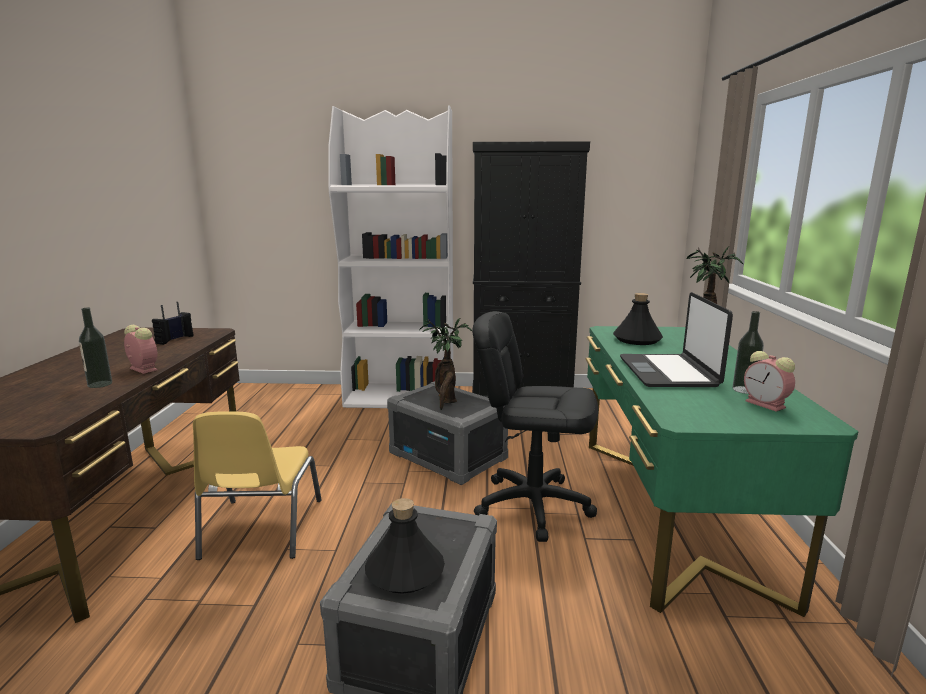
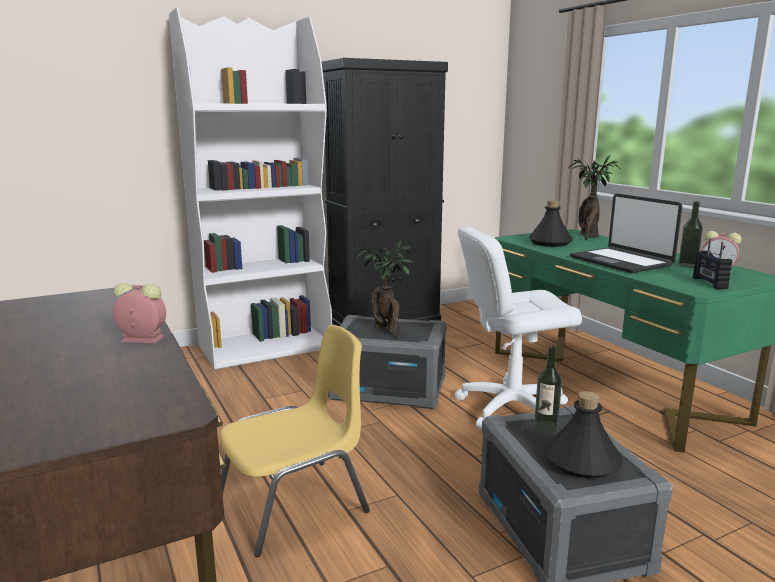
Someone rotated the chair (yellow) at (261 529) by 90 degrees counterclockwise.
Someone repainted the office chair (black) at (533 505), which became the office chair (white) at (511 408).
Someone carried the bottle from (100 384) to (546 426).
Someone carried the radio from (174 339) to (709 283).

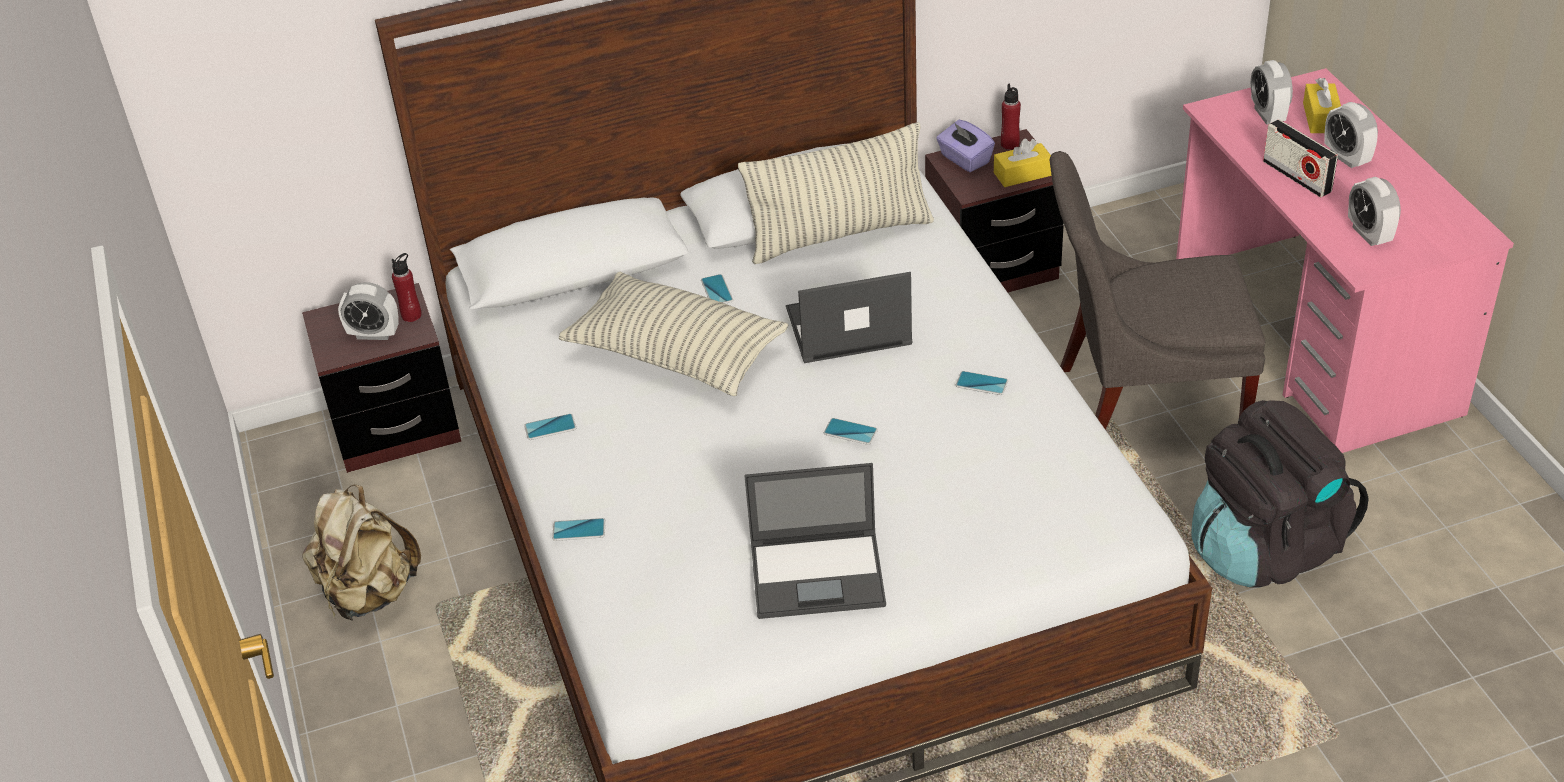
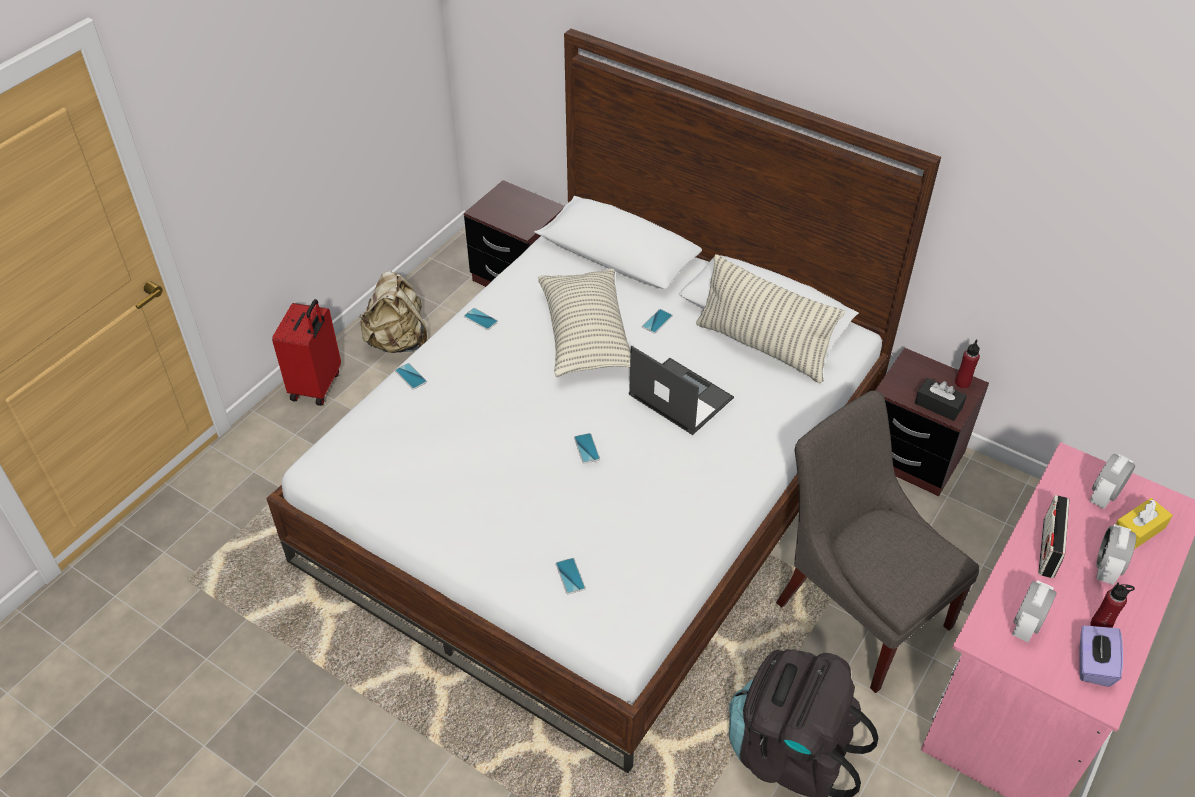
Someone put down the suitcase (red) at (317 386).
Someone carried the phone from (981 384) to (570 576).
Someone repainted the tissue box (yellow) at (1022 174), which became the tissue box (black) at (938 405).
Someone carried the tissue box (purple) from (964 159) to (1093 664).
Someone carried the bottle (red) from (411 315) to (1100 626).
Someone took away the alarm clock at (374 334).
Someone took away the laptop at (819 574).

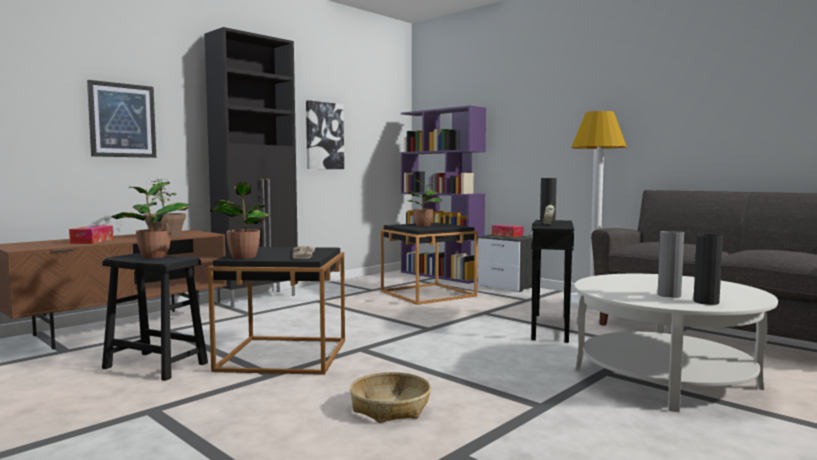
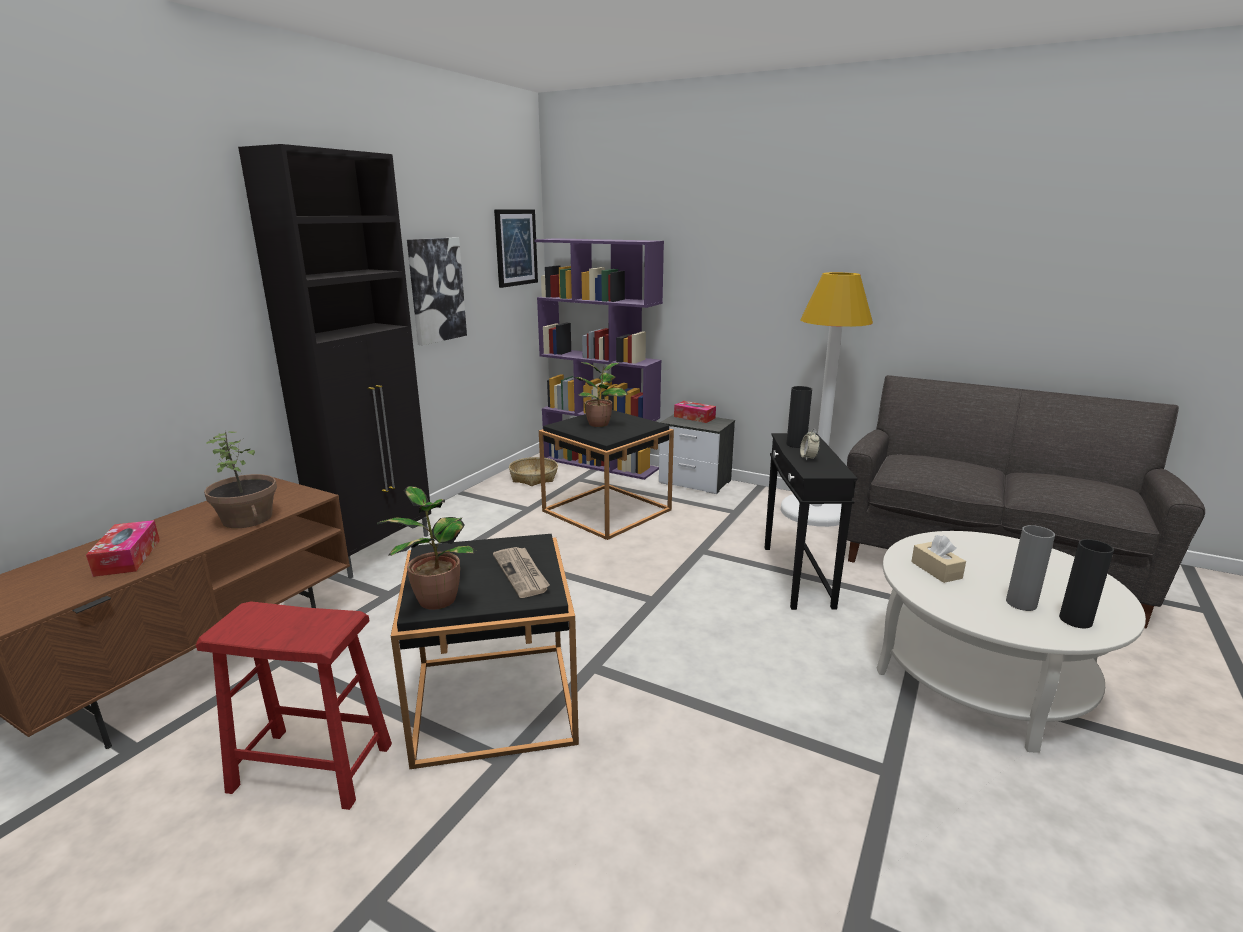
Someone repainted the stool (black) at (155 366), which became the stool (red) at (311 768).
Someone carried the picture from (122 120) to (515 247).
Someone carried the basket from (390 407) to (534 477).
Someone put down the tissue box (beige) at (936 570).
Someone took away the potted plant at (153 256).

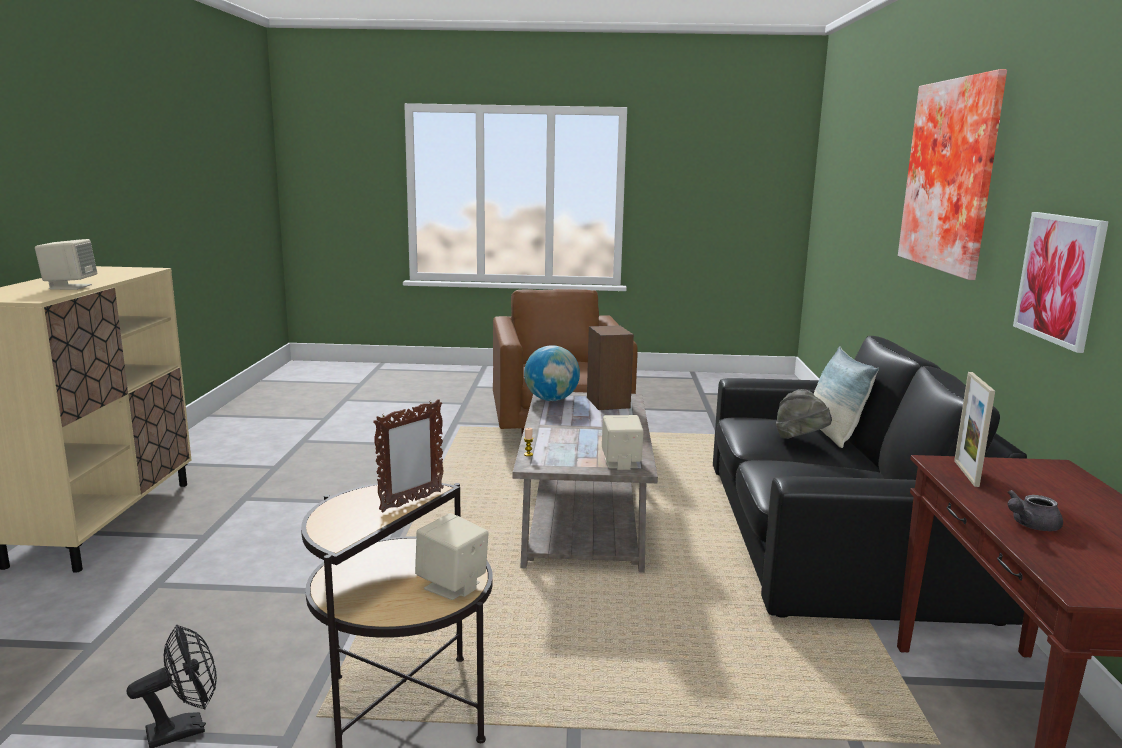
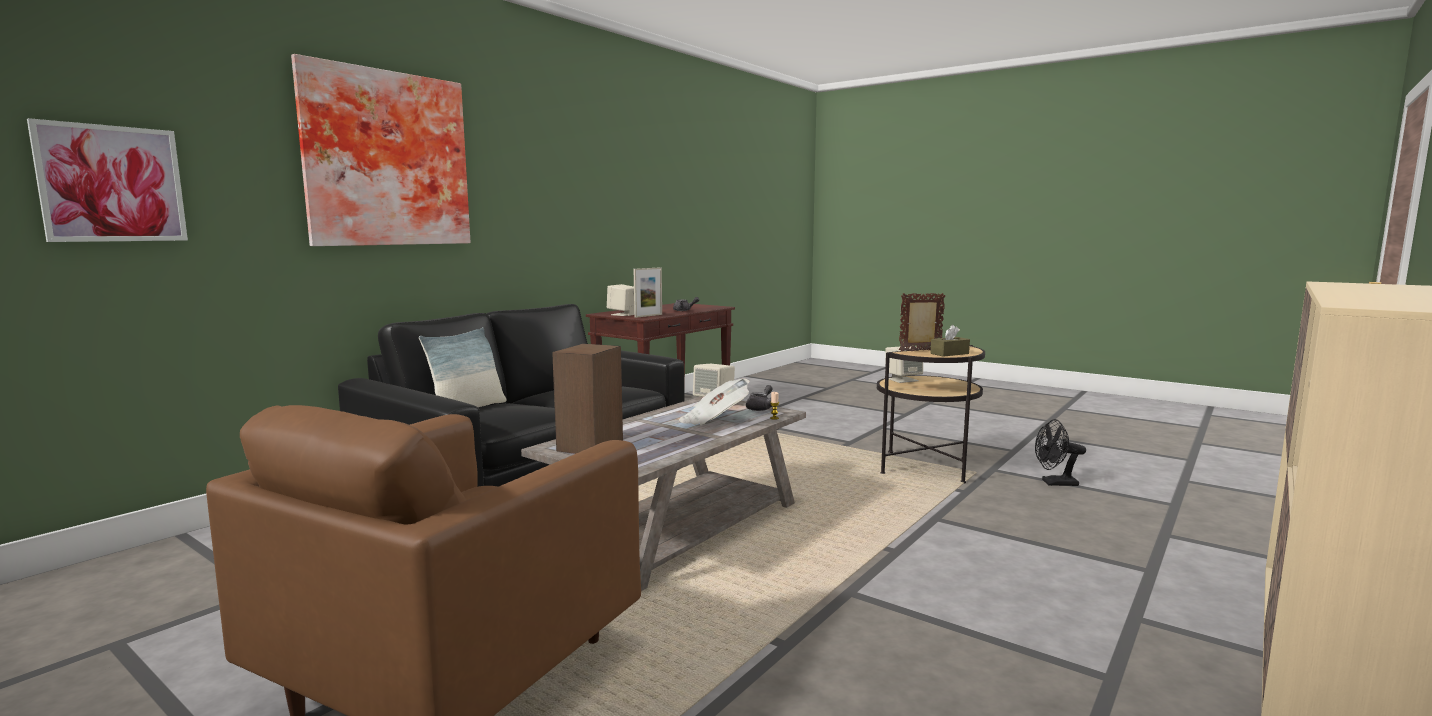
Someone carried the picture from (1059 278) to (112 184).
Someone carried the speaker (beige) from (70 287) to (623 314).
Someone put down the newspaper at (714 420).
Someone put down the teapot (grey) at (761 408).
Someone put down the tissue box (brown) at (949 353).
Someone took away the globe at (551 399).
Someone took away the hat (grey) at (800 440).

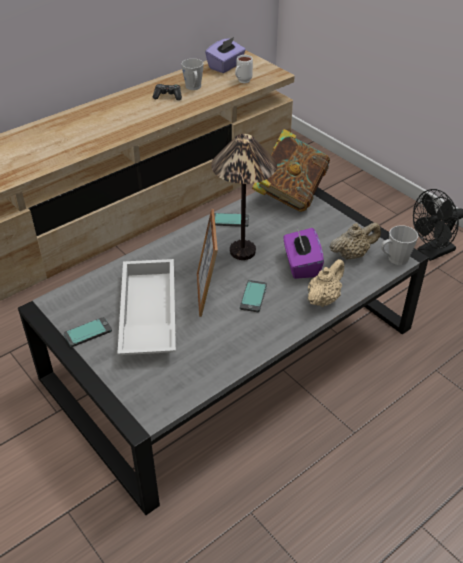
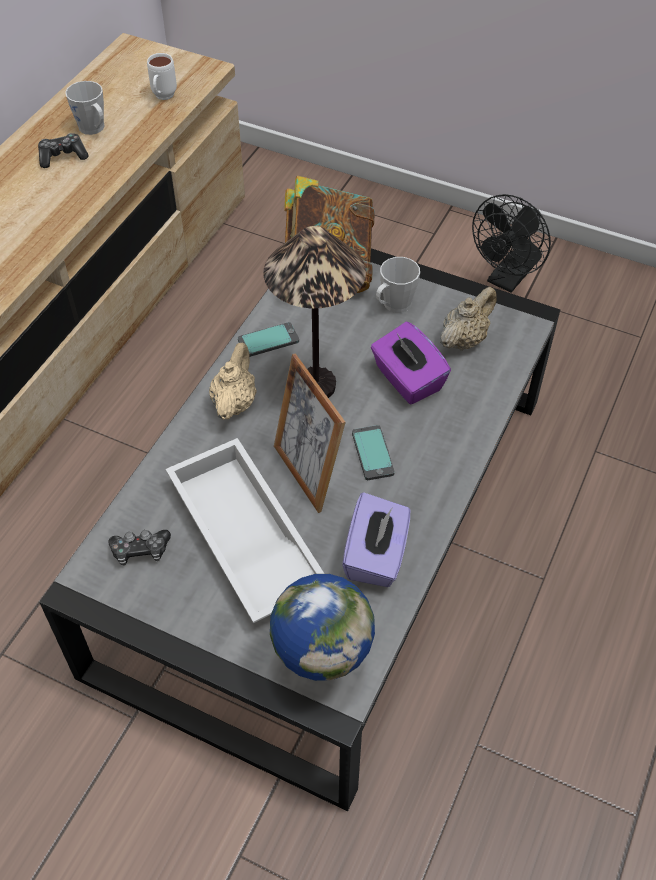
Someone put down the game controller at (140 551).
Someone carried the teapot (beige) from (323 299) to (234 402).
Someone put down the globe at (322 668).
Someone carried the tissue box (purple) from (226 66) to (376 556).
Someone carried the mug (grey) from (394 259) to (393 306).
Someone took away the phone at (88 332).

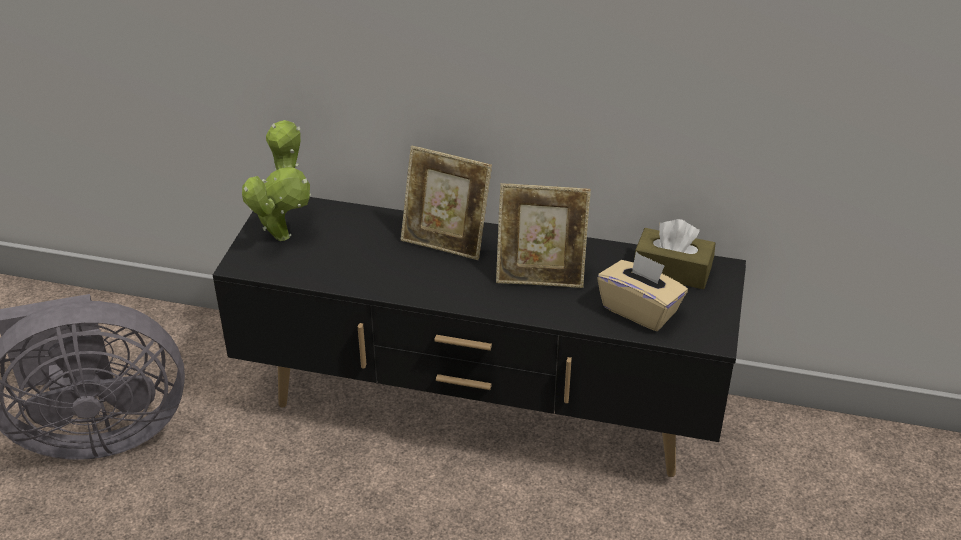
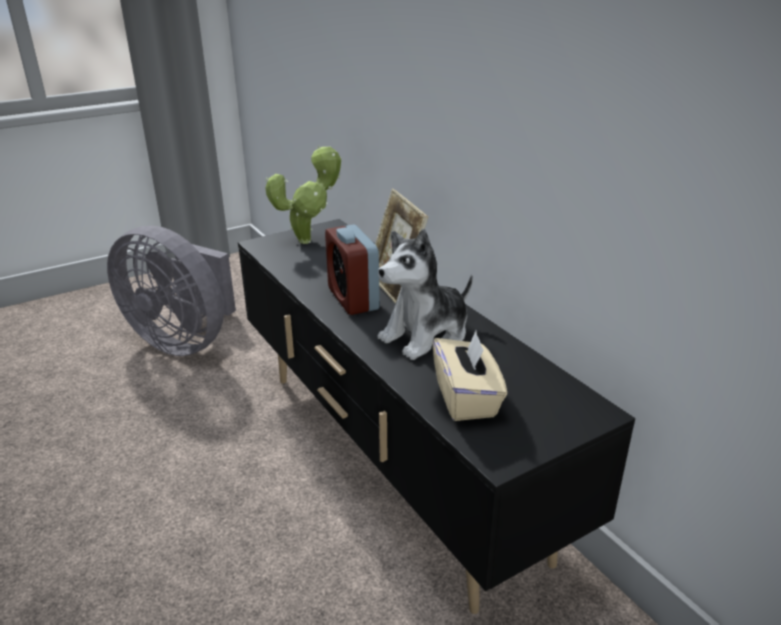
Someone put down the alarm clock at (353 299).
Someone swapped the picture frame at (540 275) for the plush toy at (426 335).
Someone took away the tissue box (brown) at (672 270).

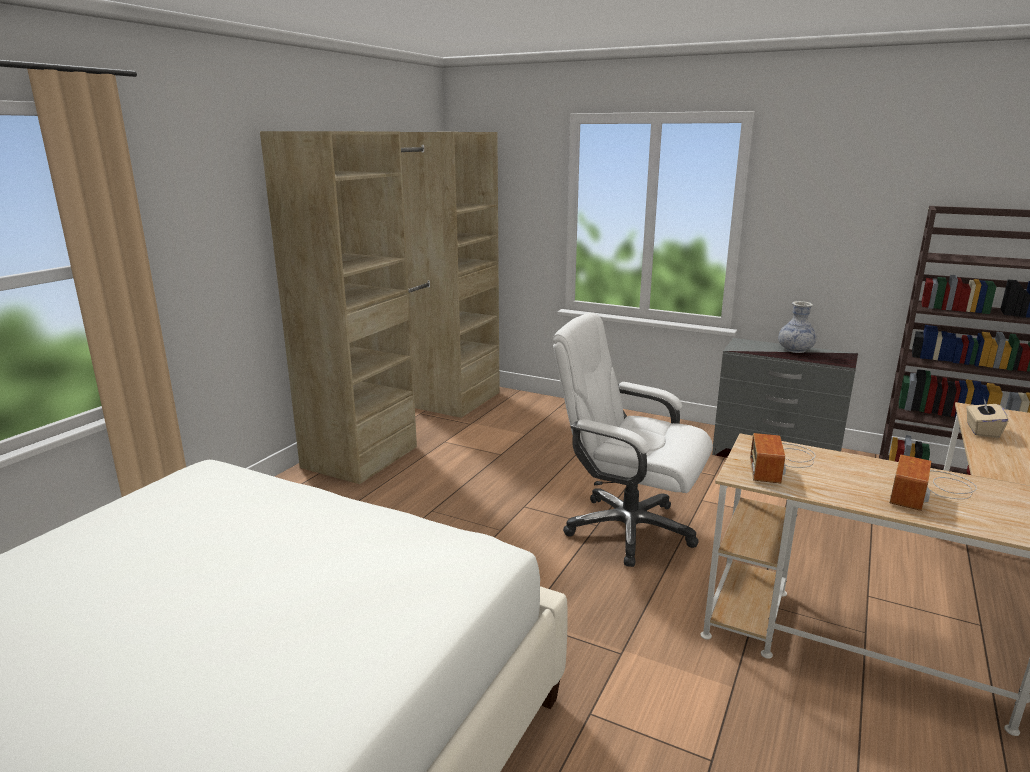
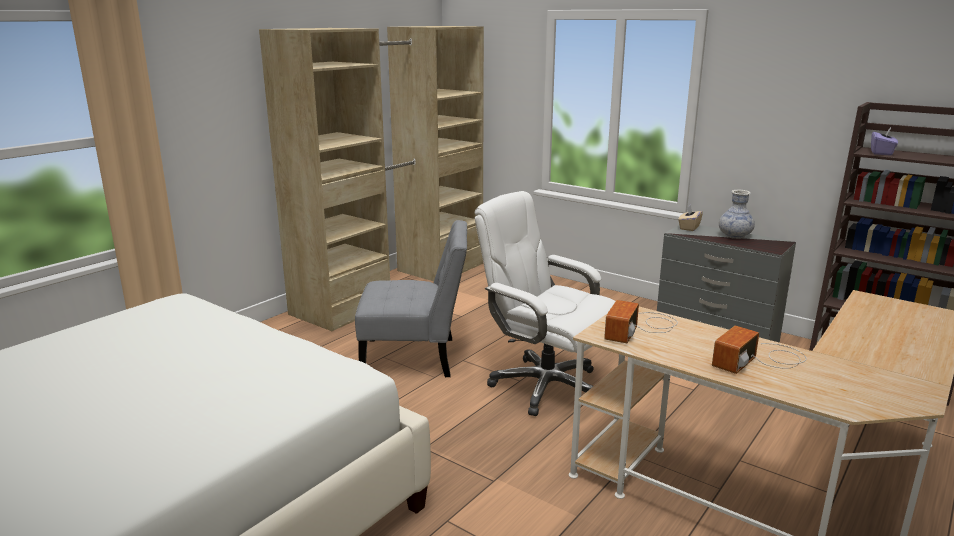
Someone put down the chair (grey) at (415 358).
Someone carried the tissue box (beige) from (981 430) to (689 227).
Someone put down the tissue box (purple) at (881 153).

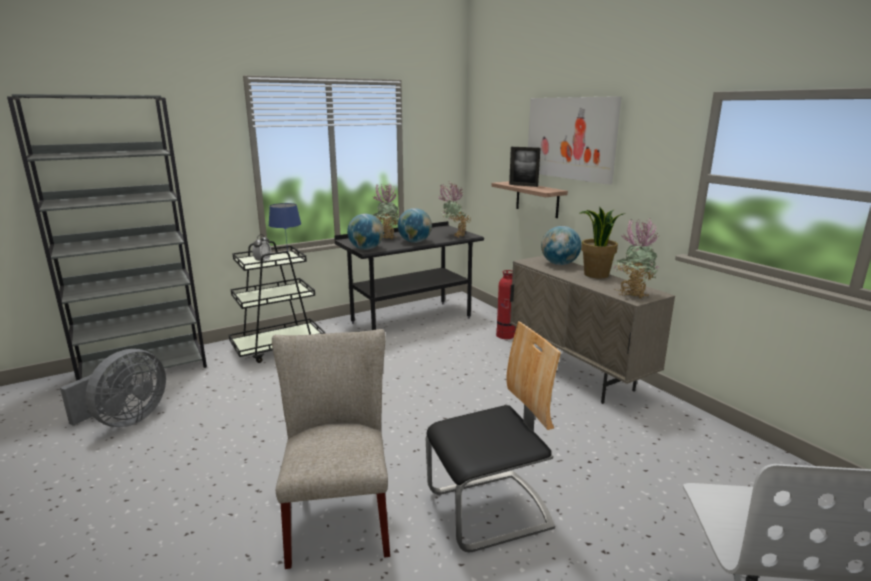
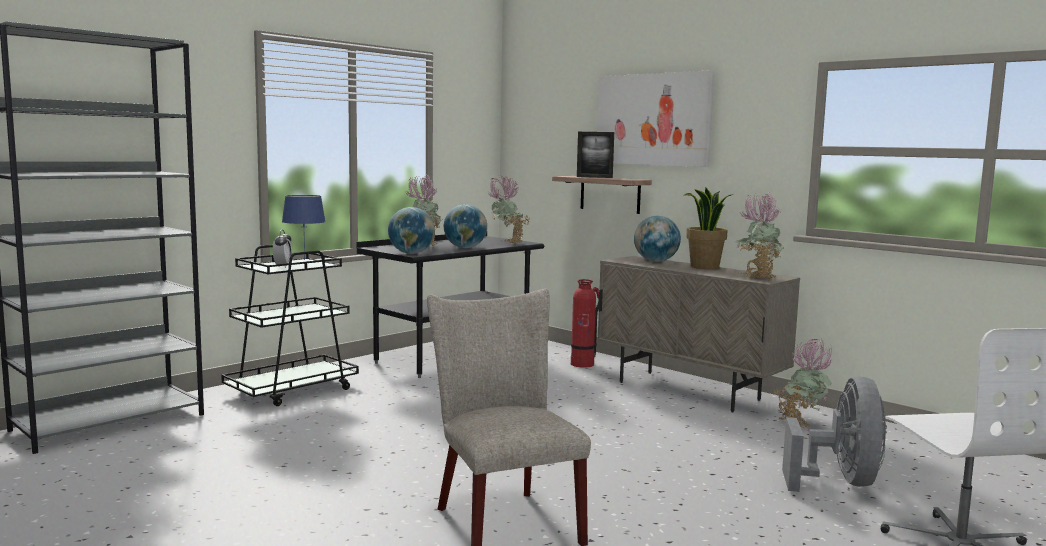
Someone put down the potted plant at (800 424).
Someone carried the fan (grey) from (125 420) to (840 482).
Someone took away the chair at (489 510).

